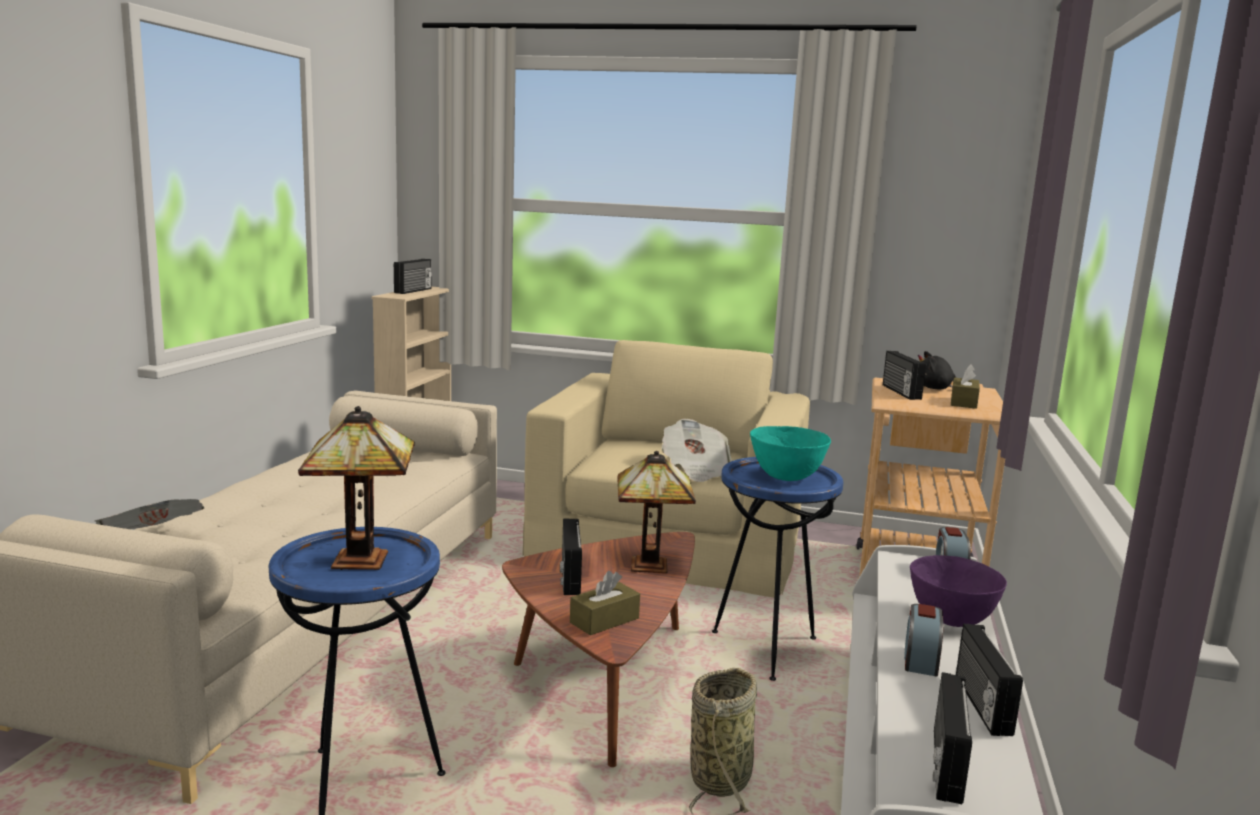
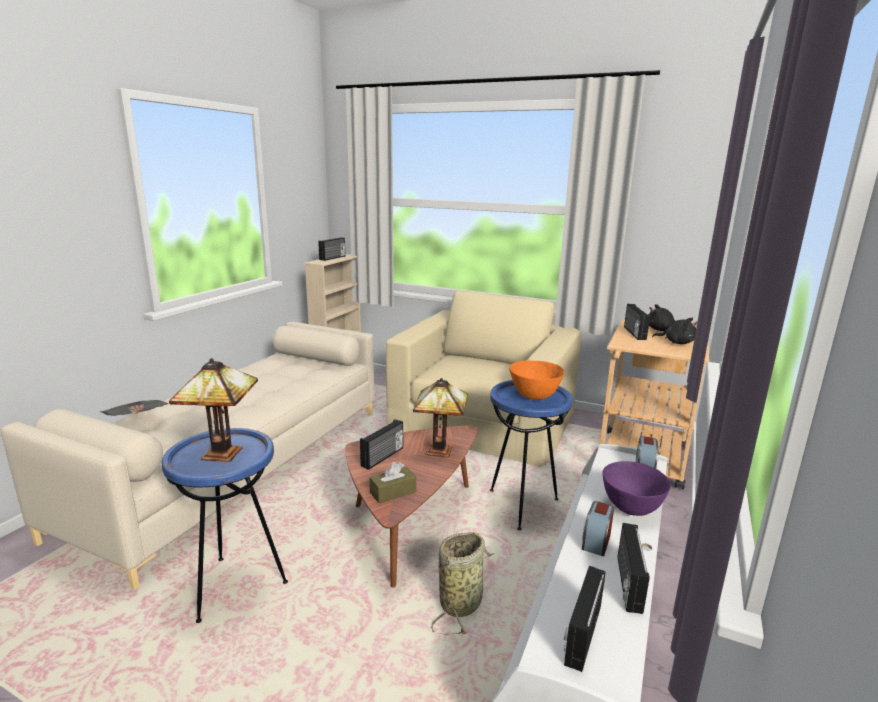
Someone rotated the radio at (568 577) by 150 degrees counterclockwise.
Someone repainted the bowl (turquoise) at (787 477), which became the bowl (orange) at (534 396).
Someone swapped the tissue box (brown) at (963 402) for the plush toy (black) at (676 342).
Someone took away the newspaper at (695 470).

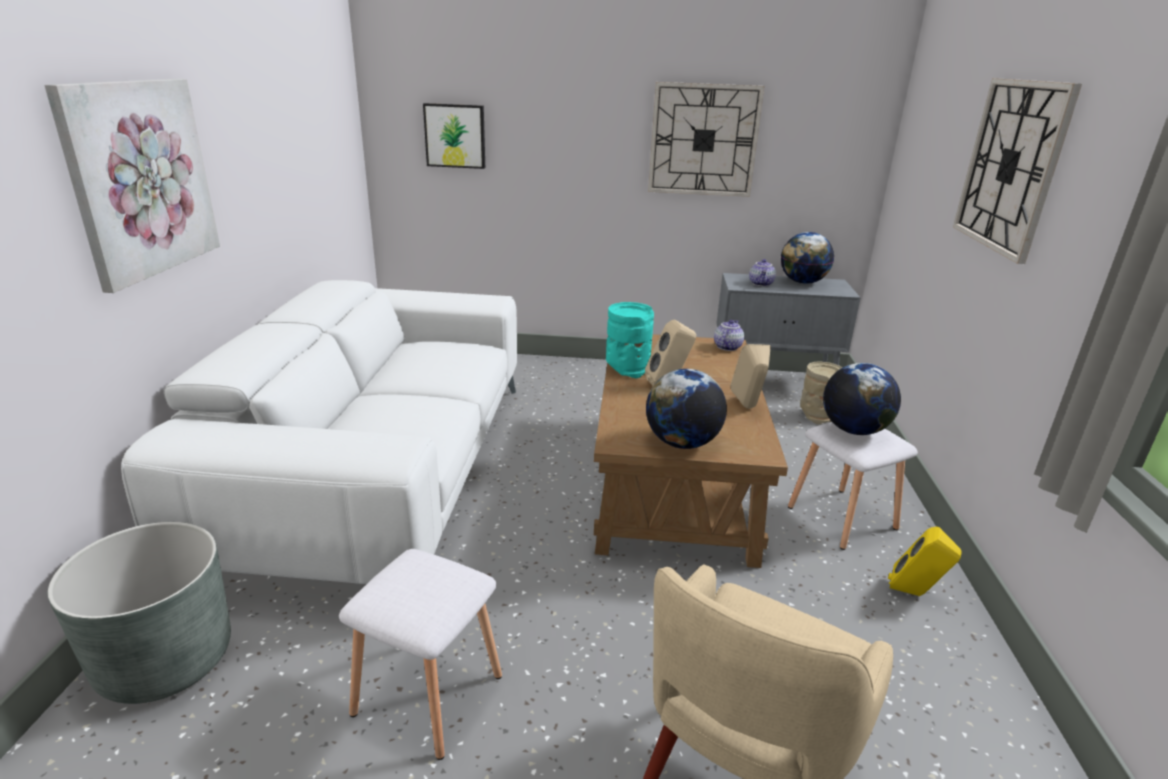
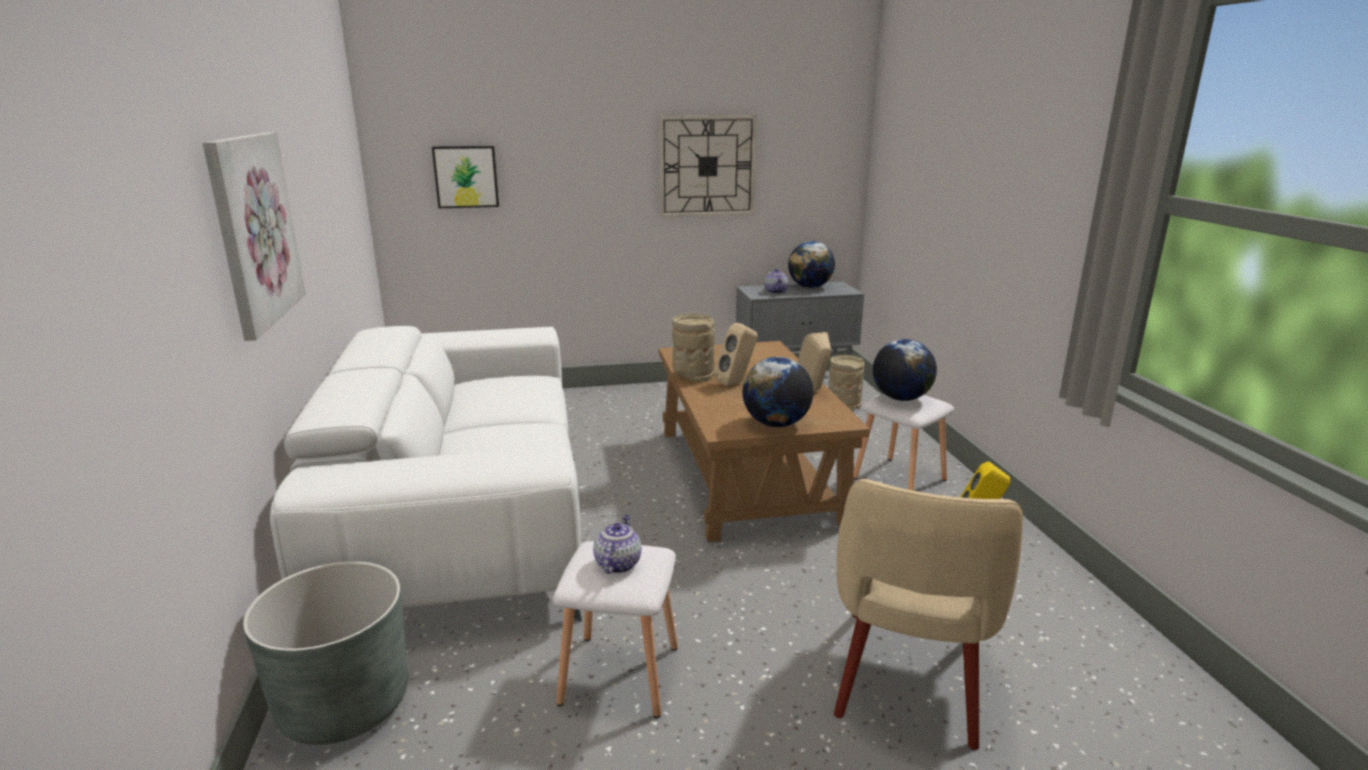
Someone carried the teapot from (727 347) to (617 563).
Someone repainted the vase (turquoise) at (627 369), which became the vase (beige) at (692 375).
Someone took away the wall clock at (1011 166).

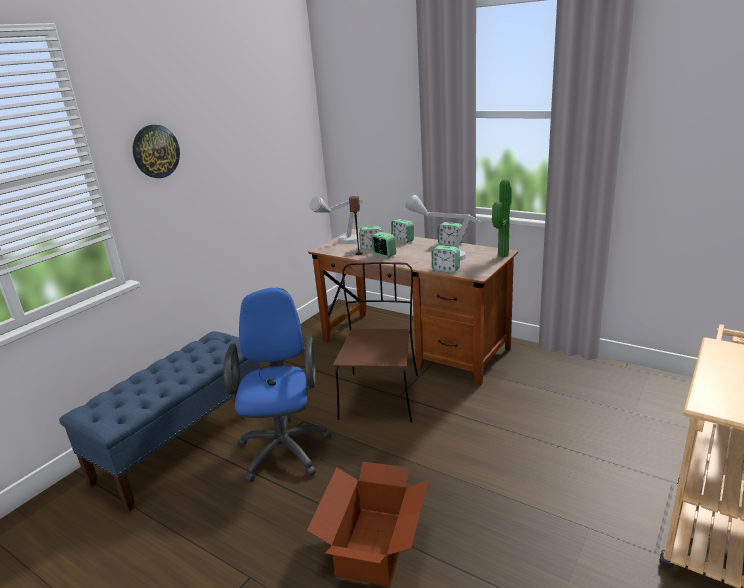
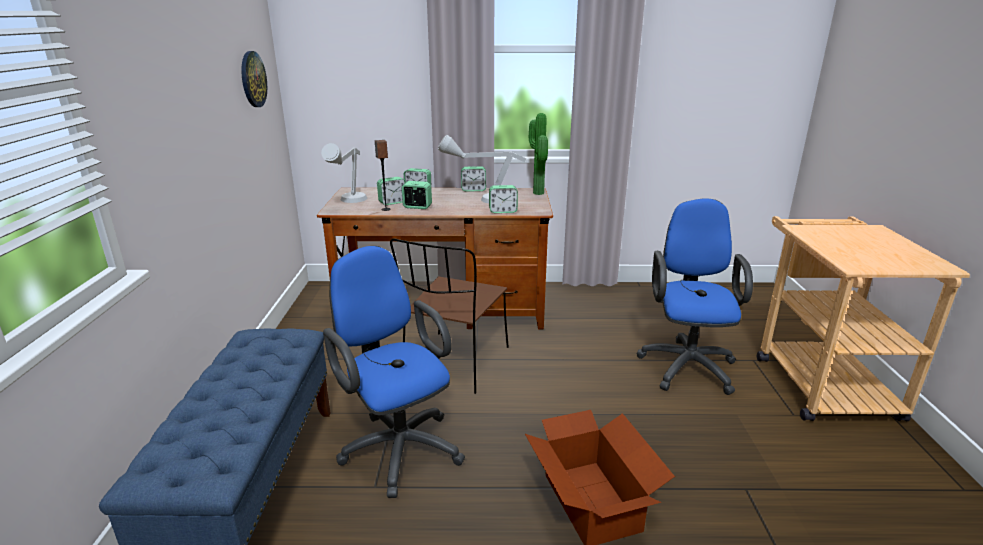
Someone carried the wall clock from (155 151) to (252 79).
Someone rotated the chair (brown) at (380 395) by 135 degrees counterclockwise.
Someone put down the office chair (blue) at (687 364).

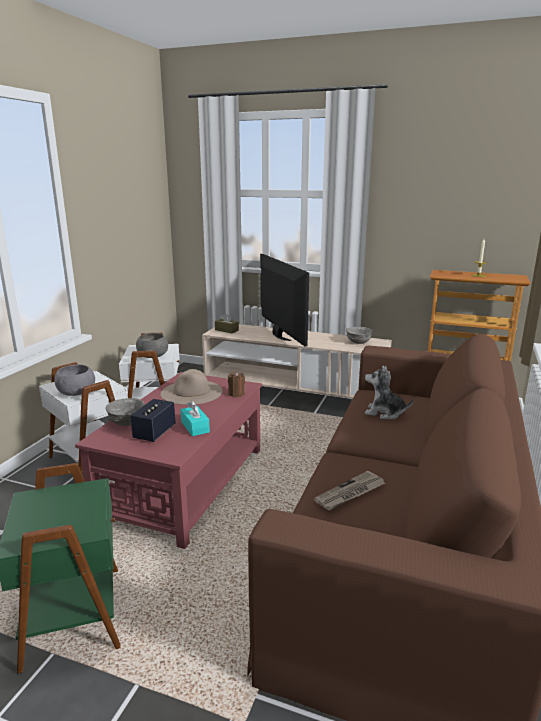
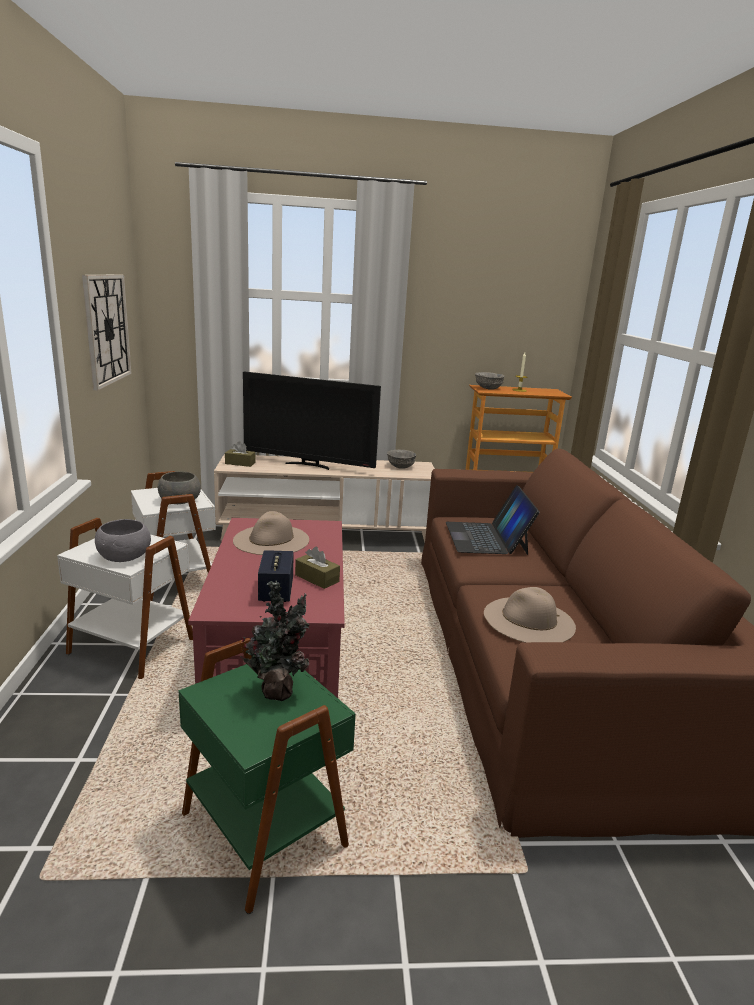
Someone put up the wall clock at (106 329).
Someone put down the potted plant at (277 690).
Someone rotated the television at (279 335) by 150 degrees clockwise.
Someone repainted the tissue box (turquoise) at (195 427), which became the tissue box (brown) at (317 578).
Someone swapped the plush toy at (384 413) for the laptop at (486 538).
Someone carried the bowl (grey) from (127 422) to (488 388).
Someone swapped the newspaper at (350 493) for the hat (beige) at (528 620).
Someone took away the candle (brown) at (236 394).

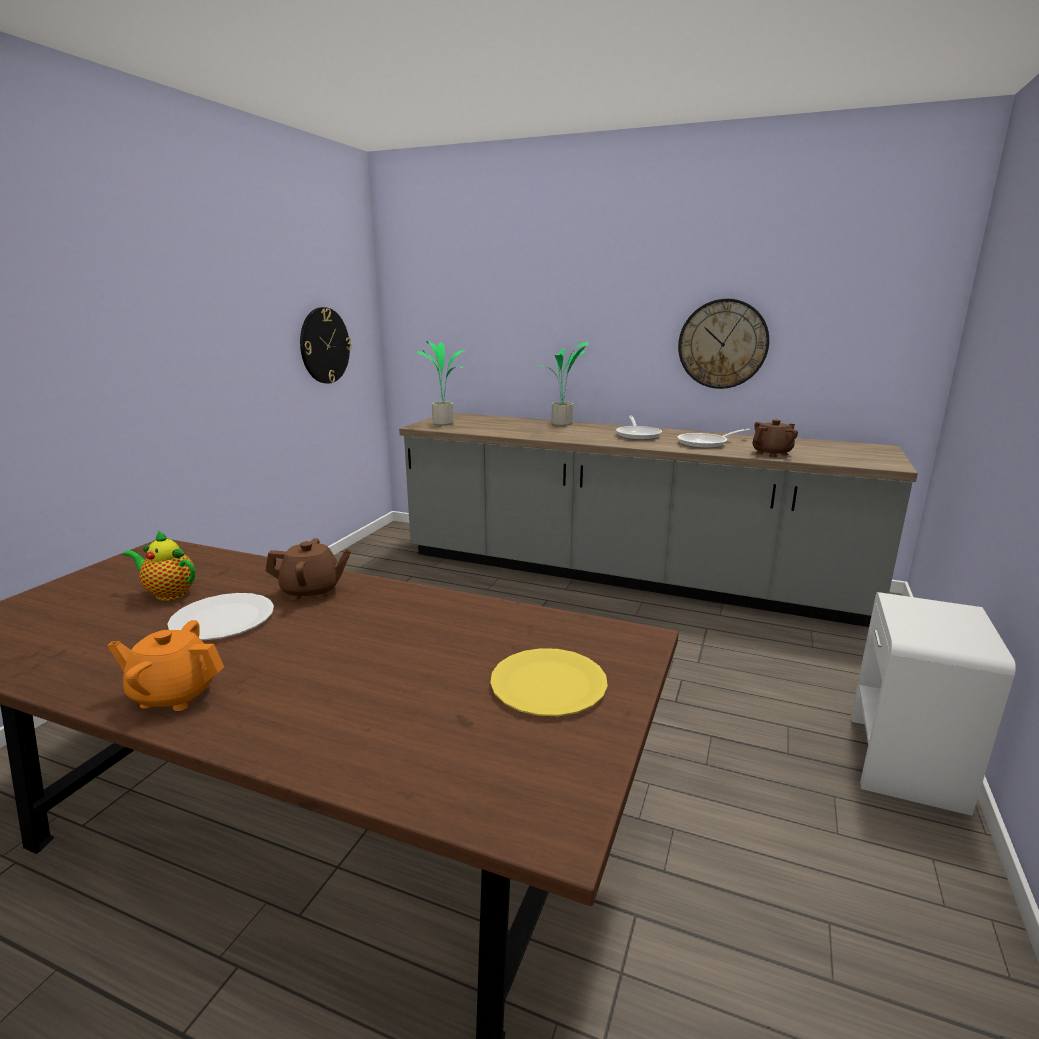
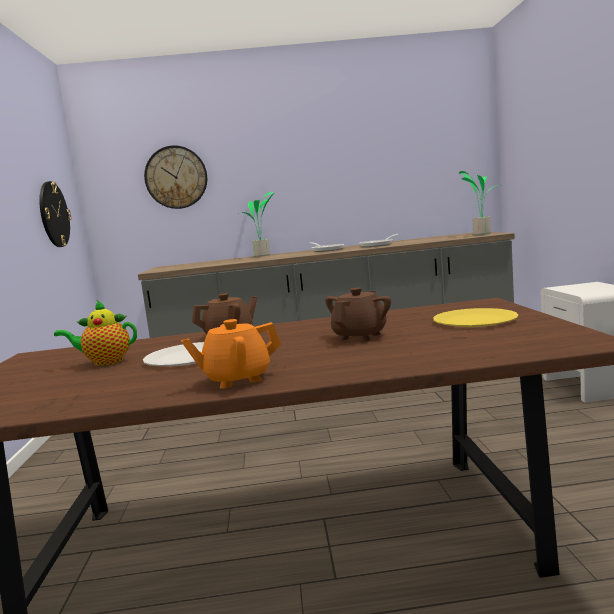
Someone carried the wall clock from (723 344) to (176 177).
Someone carried the teapot (brown) from (772 453) to (360 336).
Someone carried the potted plant from (443 423) to (481 234).

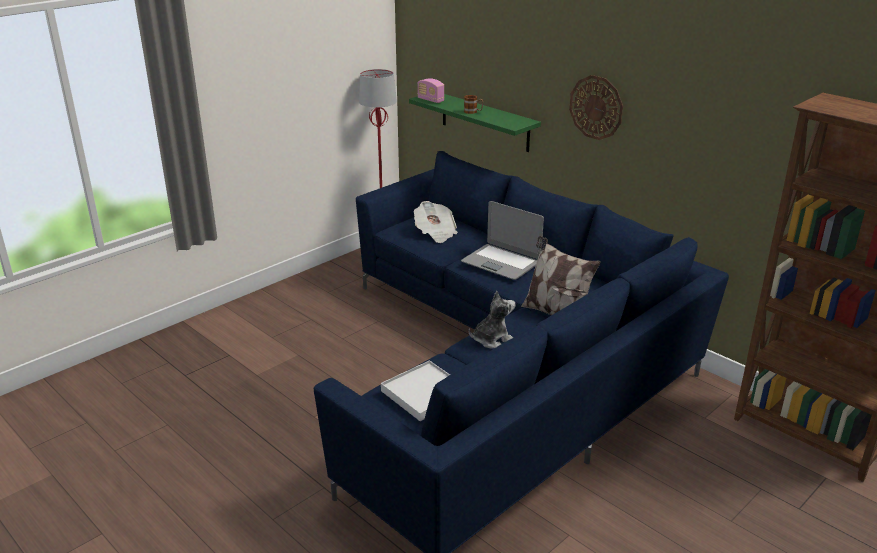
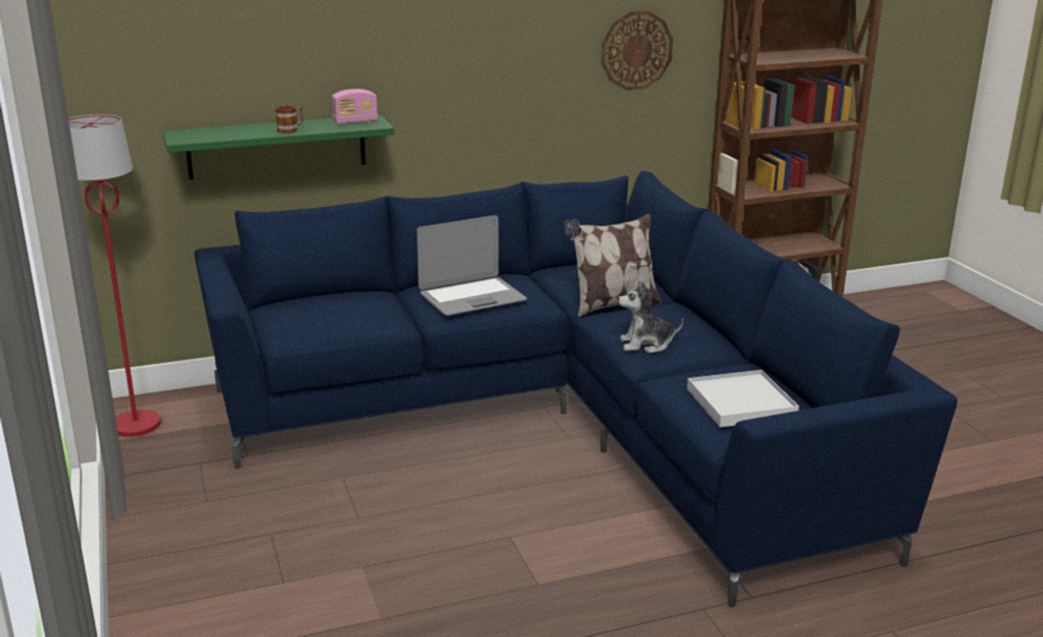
Someone carried the radio from (430 100) to (355 122).
Someone carried the wall clock from (596 107) to (636 50).
Someone rotated the plush toy at (491 339) by 90 degrees counterclockwise.
Someone took away the newspaper at (435 233).

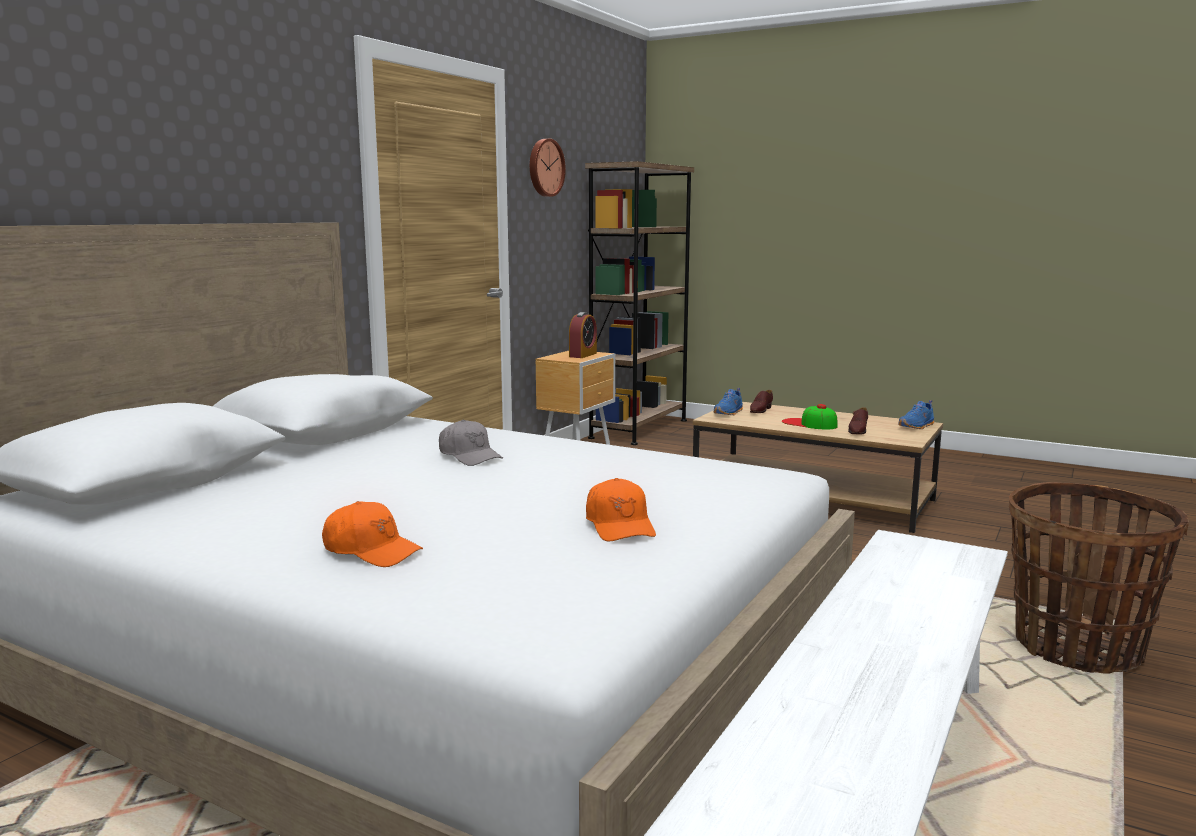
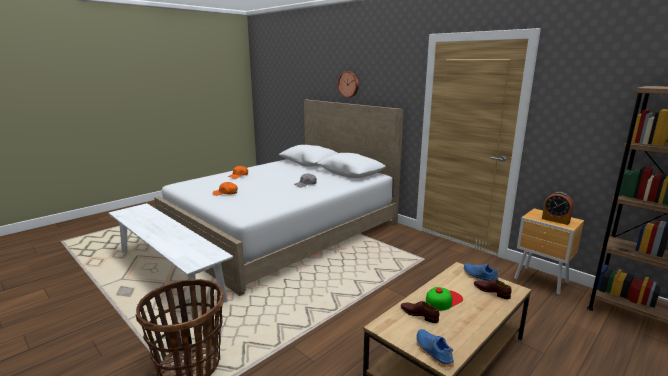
Someone carried the wall clock from (545 167) to (349 84).

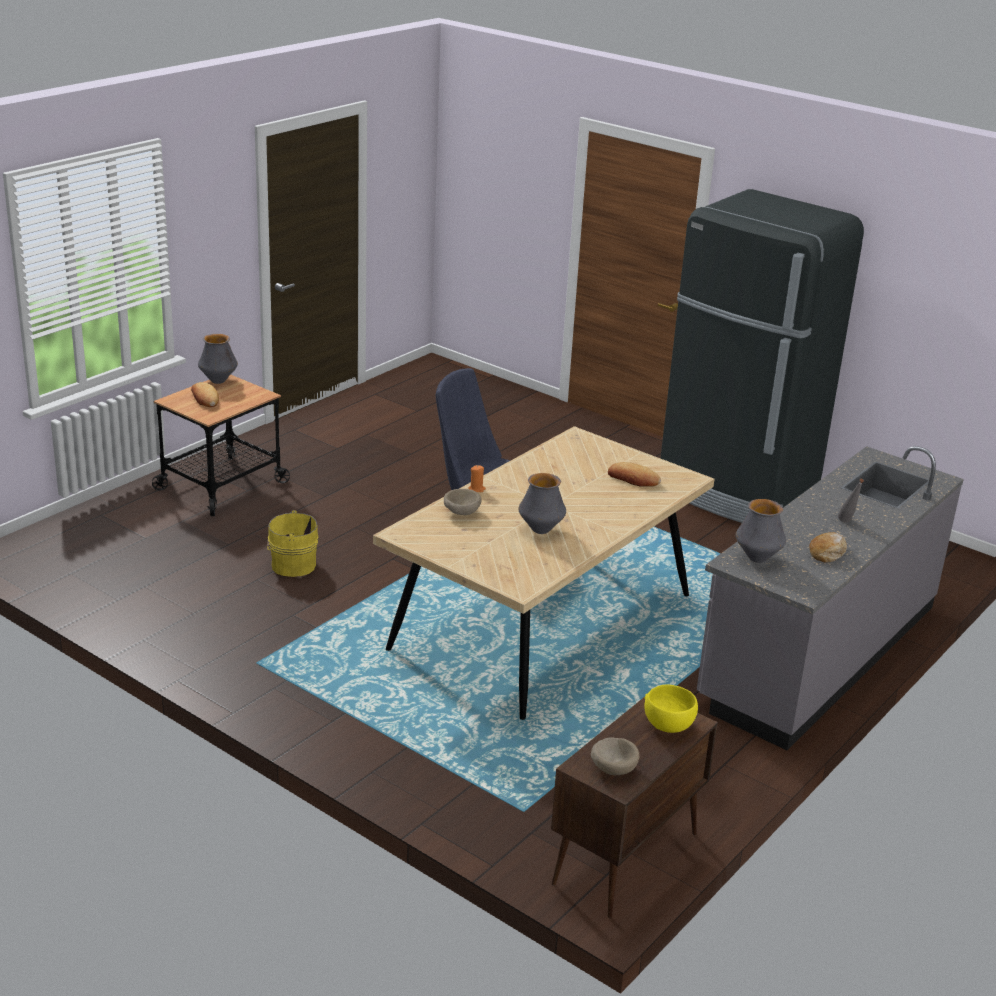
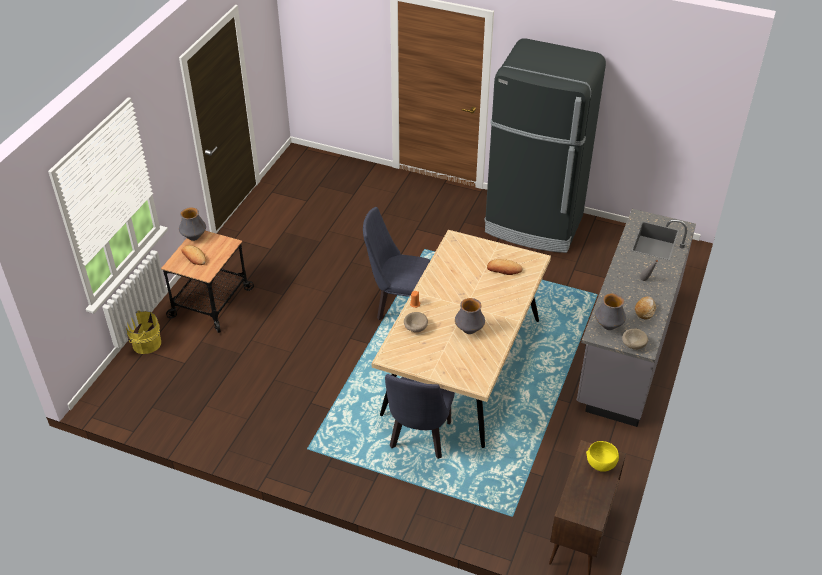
Someone carried the bucket (yellow) from (291 565) to (145 343).
Someone put down the chair (blue) at (419 440).
Someone carried the bowl (beige) from (613 768) to (633 344).

